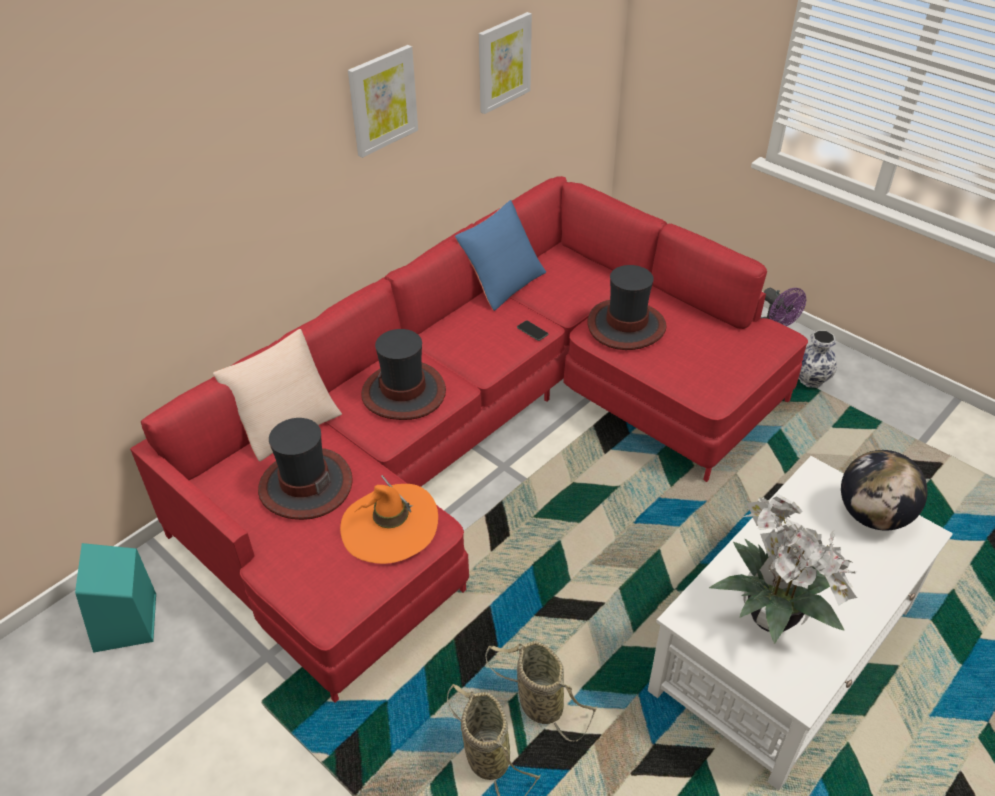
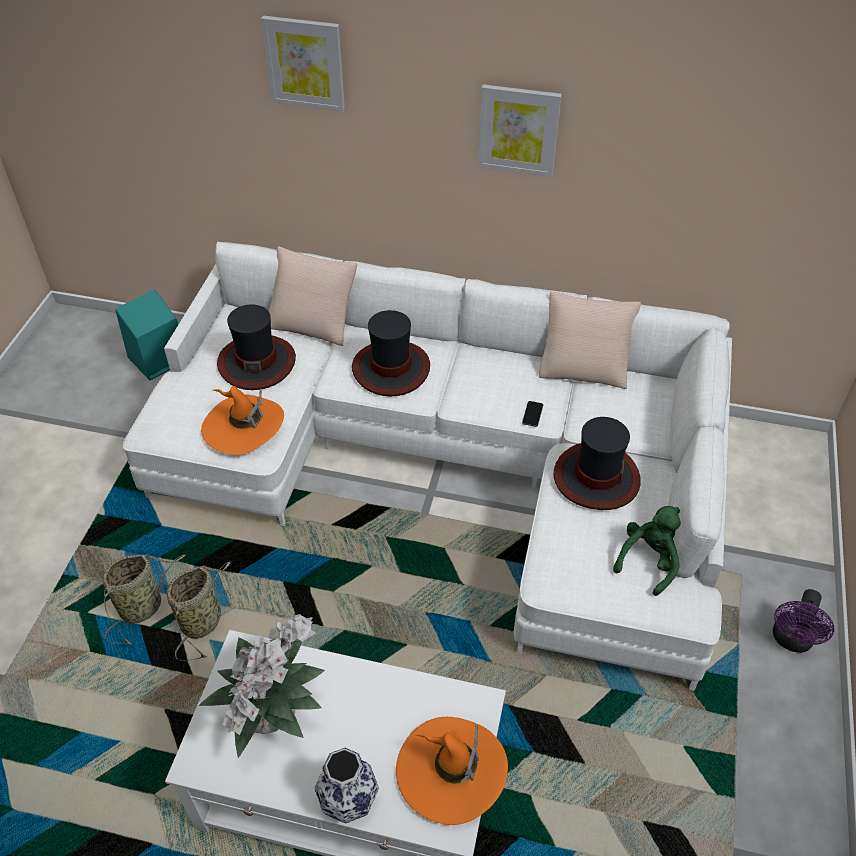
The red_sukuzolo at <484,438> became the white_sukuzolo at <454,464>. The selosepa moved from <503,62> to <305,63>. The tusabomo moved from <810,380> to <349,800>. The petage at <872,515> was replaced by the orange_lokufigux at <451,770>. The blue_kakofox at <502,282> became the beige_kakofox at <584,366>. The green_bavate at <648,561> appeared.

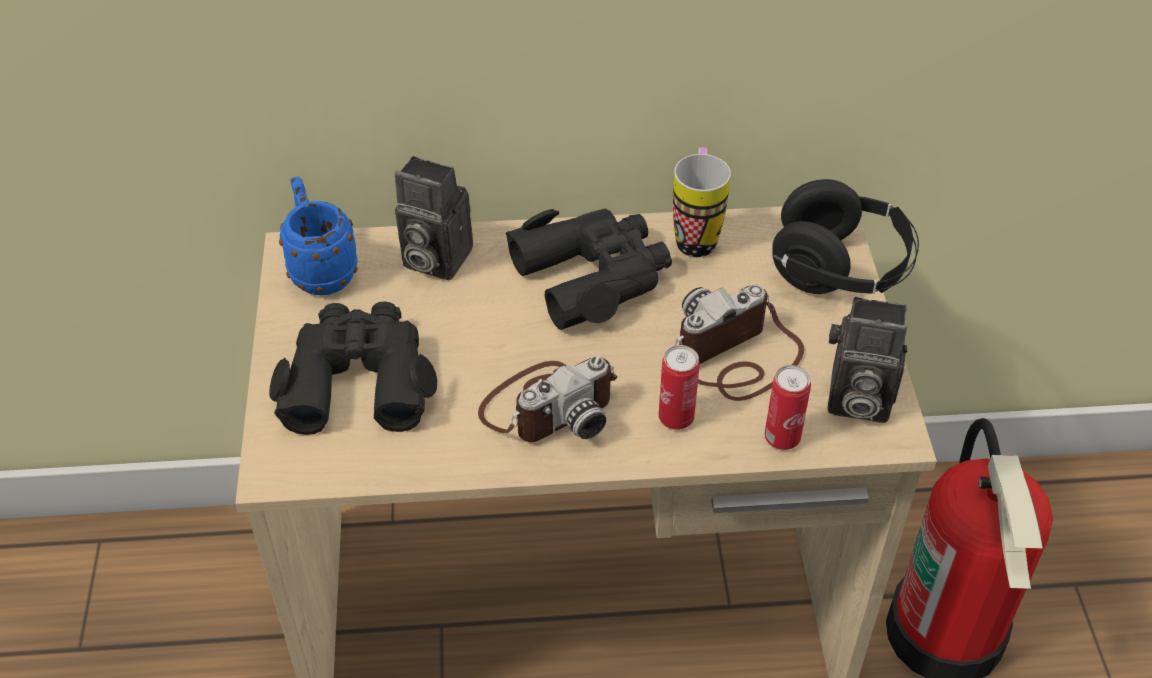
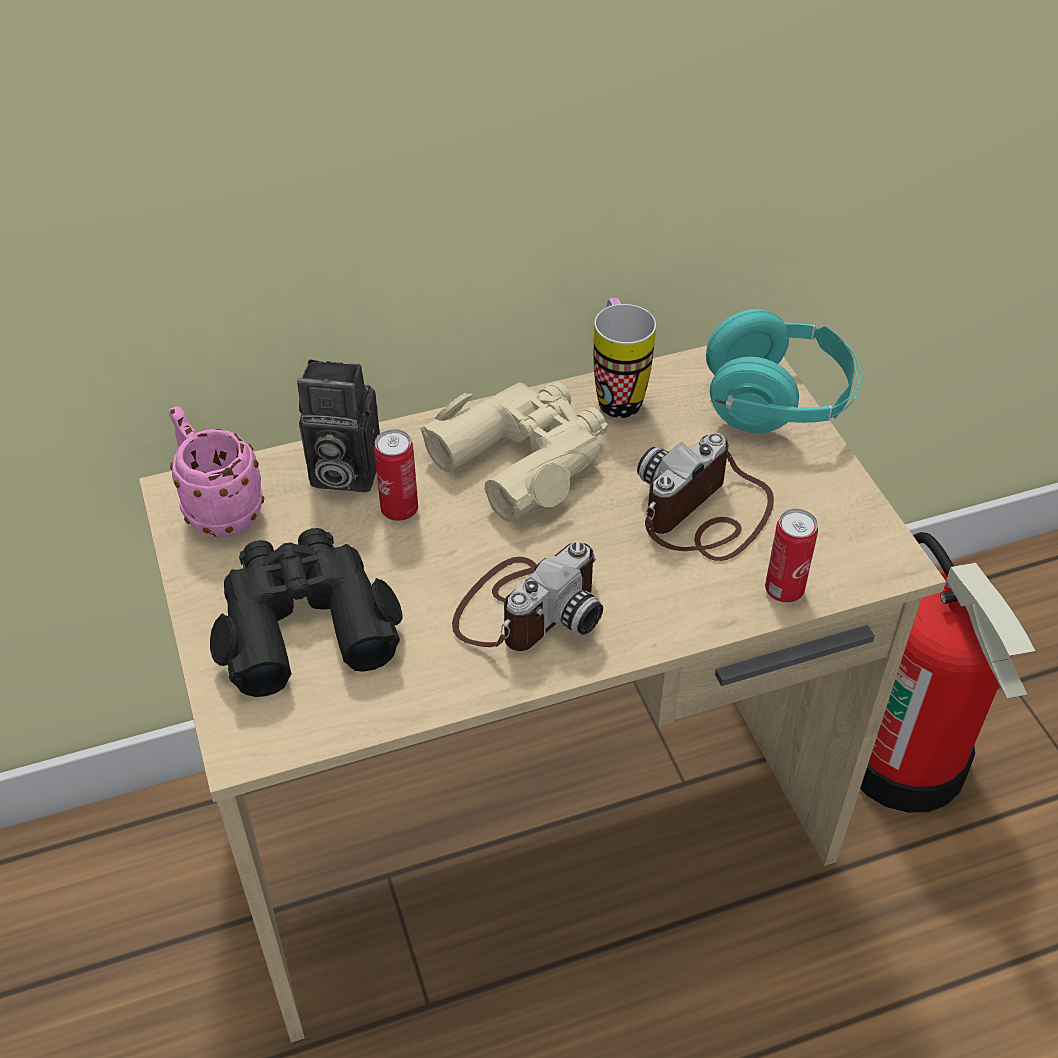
The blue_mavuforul at <320,269> became the pink_mavuforul at <218,507>. The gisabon moved from <676,418> to <399,510>. The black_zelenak at <593,276> became the beige_zelenak at <523,458>. The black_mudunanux at <840,270> became the turquoise_mudunanux at <777,403>. The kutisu at <854,400> disappeared.

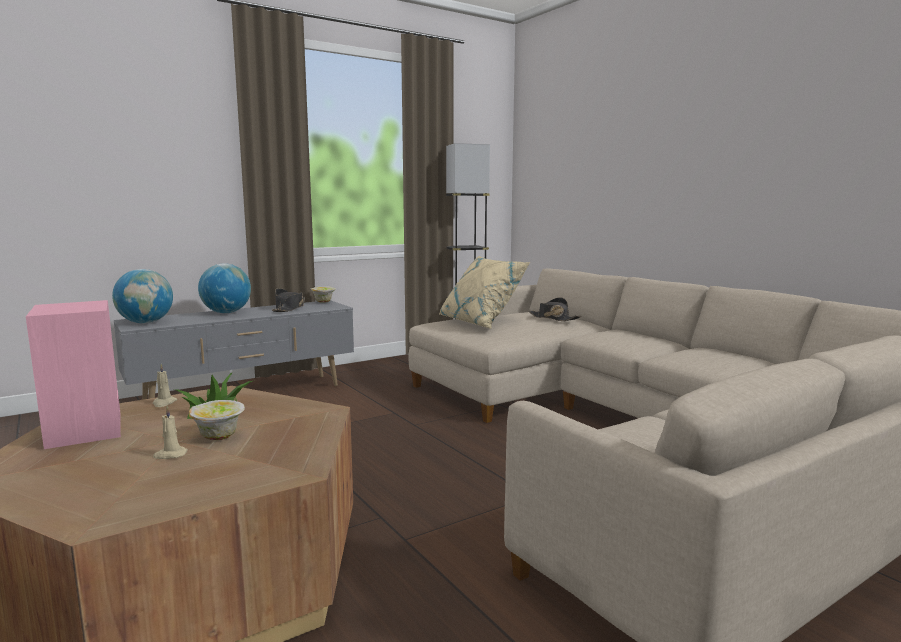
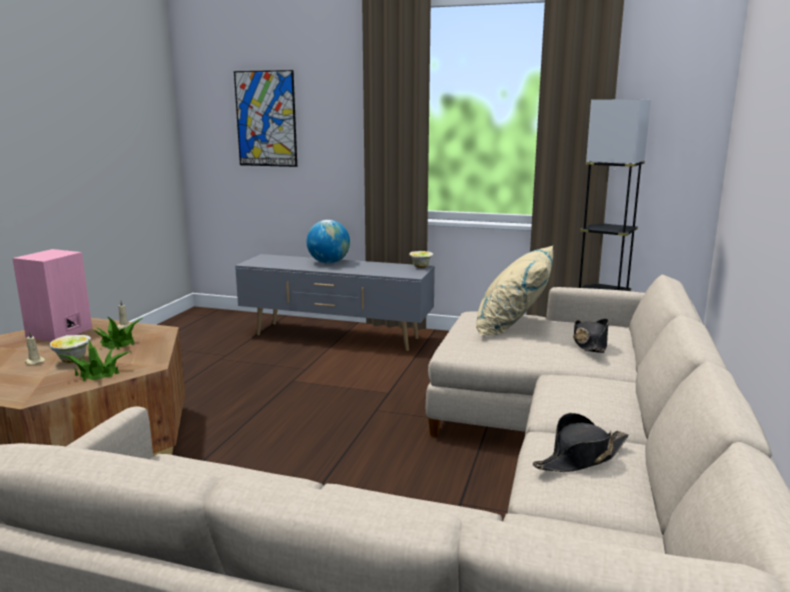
The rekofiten at <97,373> appeared. The selosepa at <266,119> appeared. The black_lokufigux moved from <289,308> to <581,458>. The petage at <146,323> disappeared.

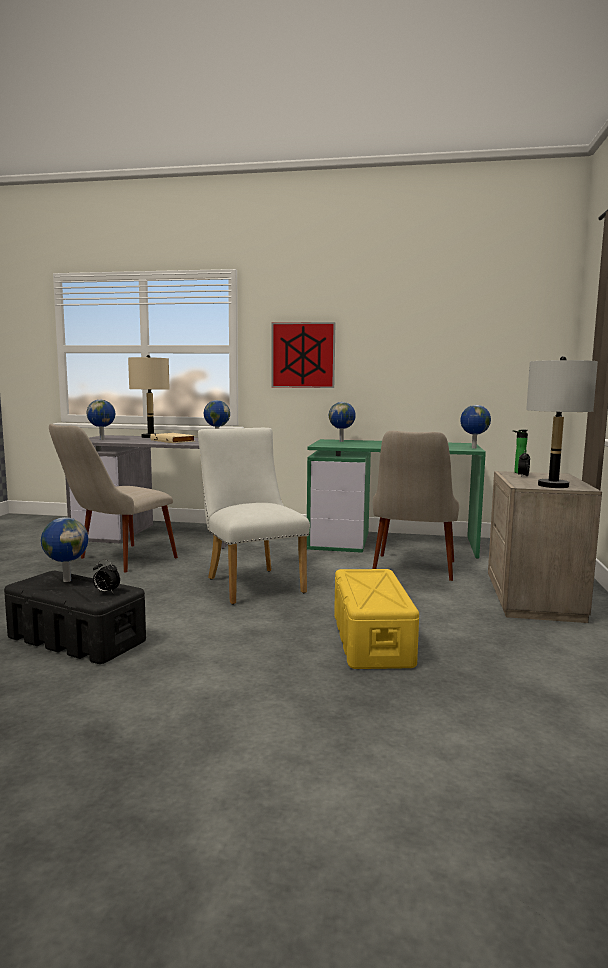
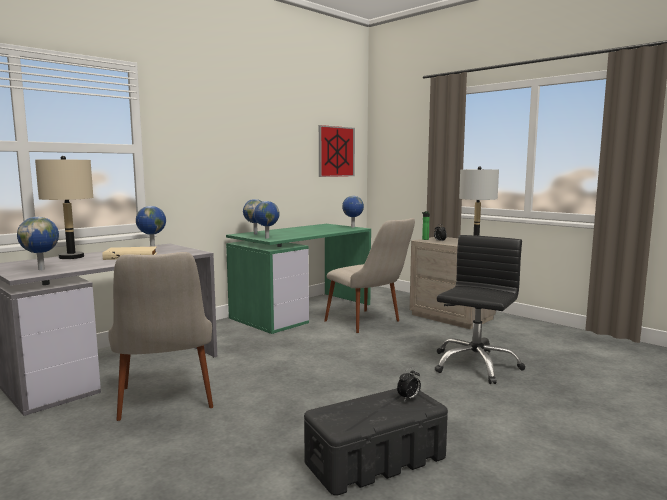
The petage moved from <66,580> to <266,238>. The selosepa moved from <303,355> to <336,151>. The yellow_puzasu at <371,640> was replaced by the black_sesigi at <475,365>. The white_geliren at <251,583> disappeared.

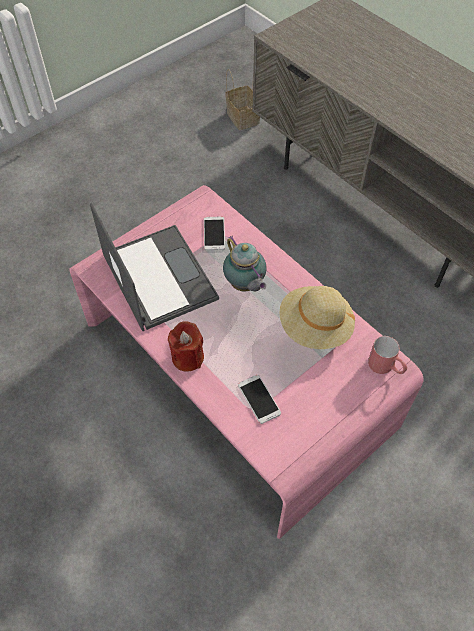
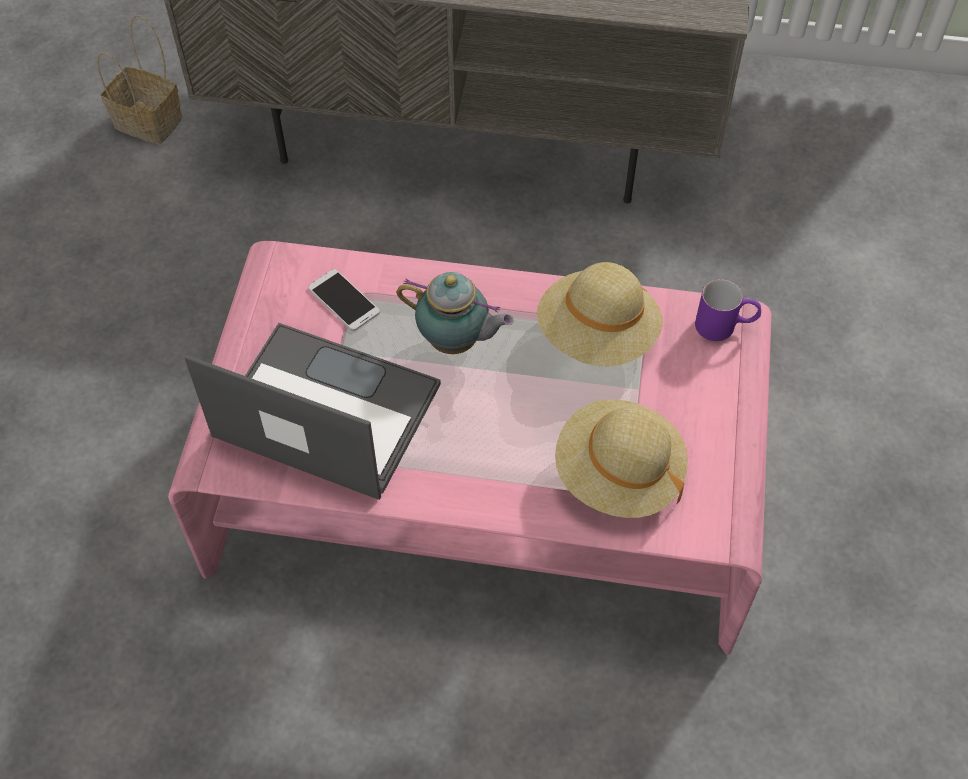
The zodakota at <259,399> was replaced by the beige_lokufigux at <618,474>. The red_mavuforul at <386,367> became the purple_mavuforul at <725,326>. The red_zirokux at <187,357> disappeared.

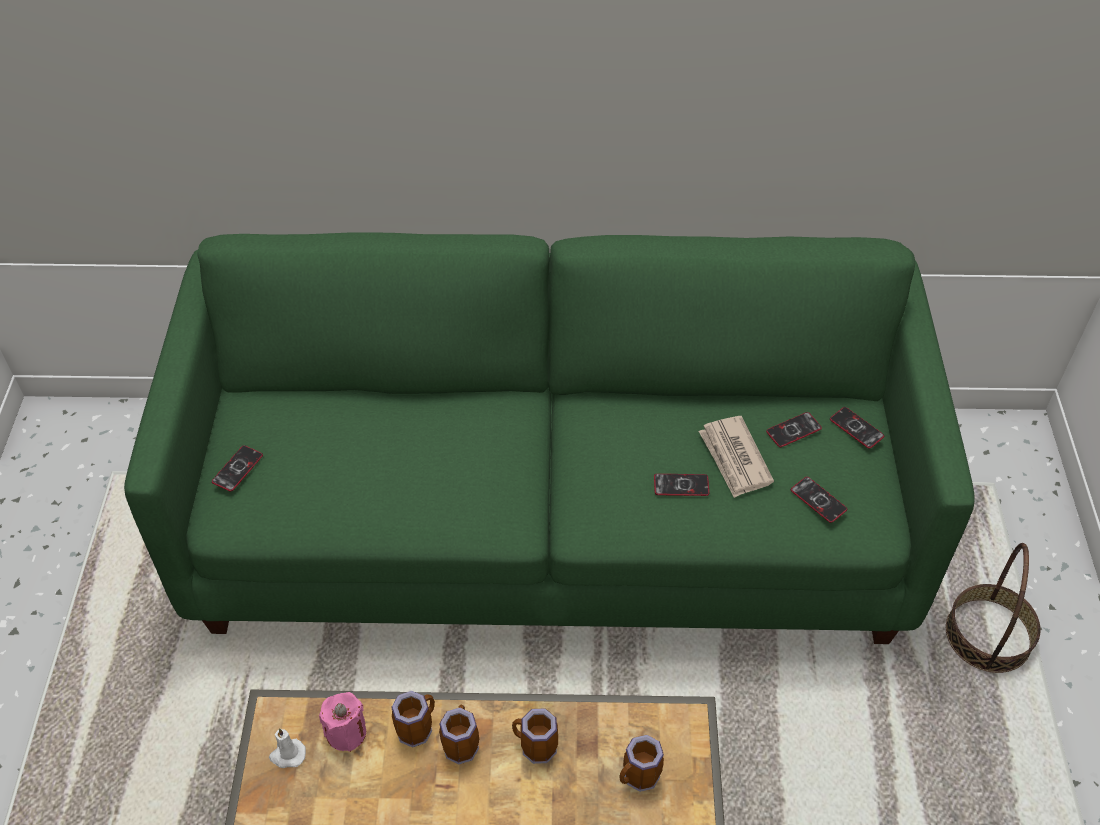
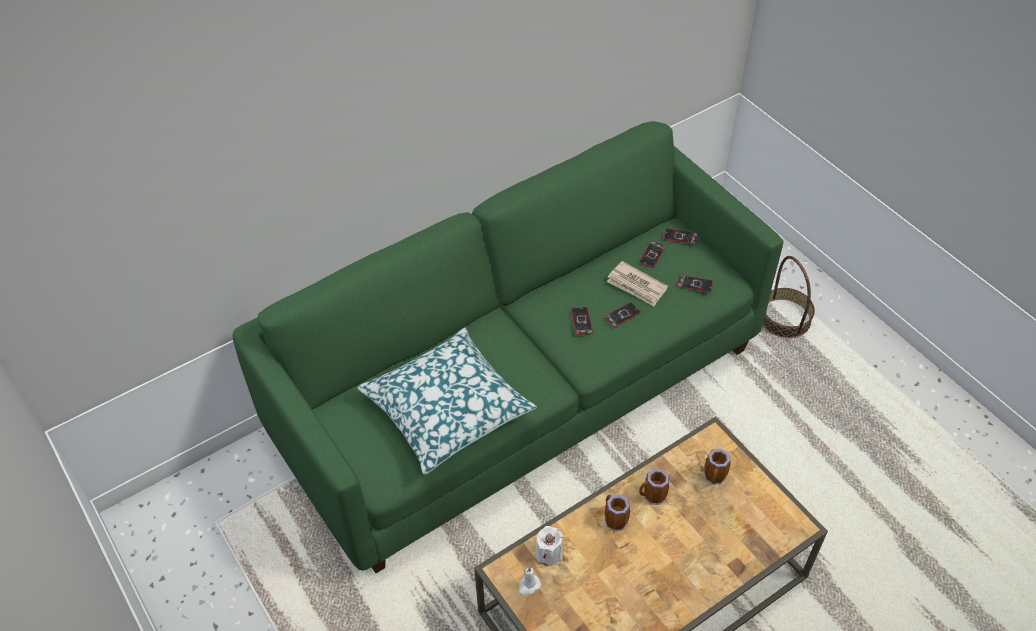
The kakofox at <447,409> appeared. The pink_zirokux at <346,732> became the white_zirokux at <549,554>. The zodakota moved from <237,469> to <581,321>. The mavuforul at <416,728> disappeared.

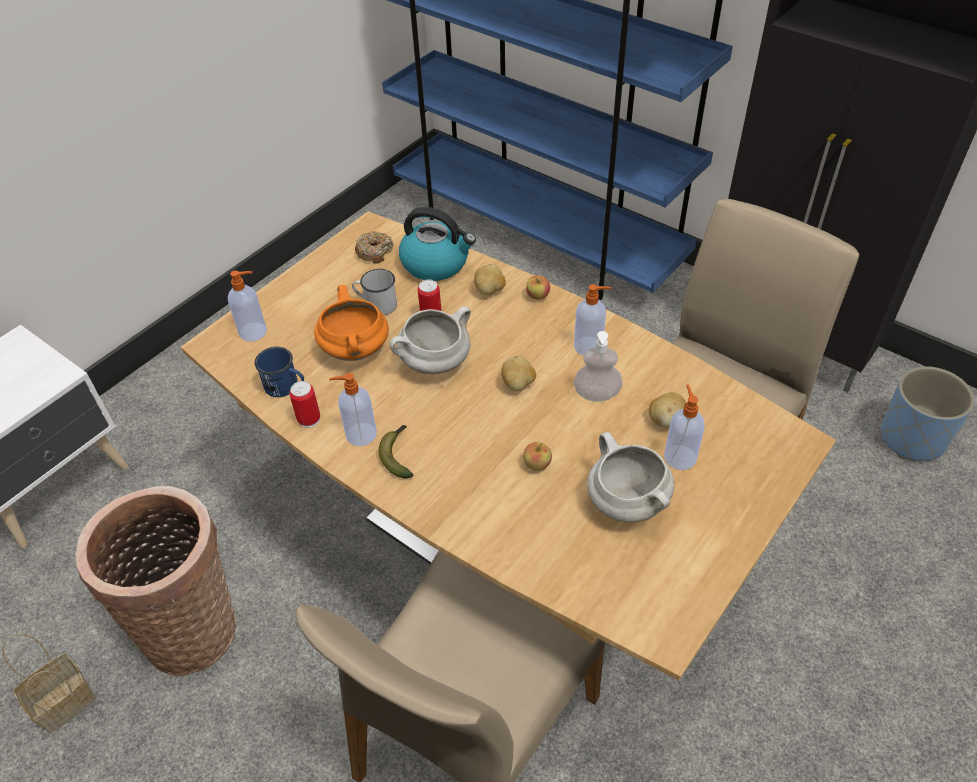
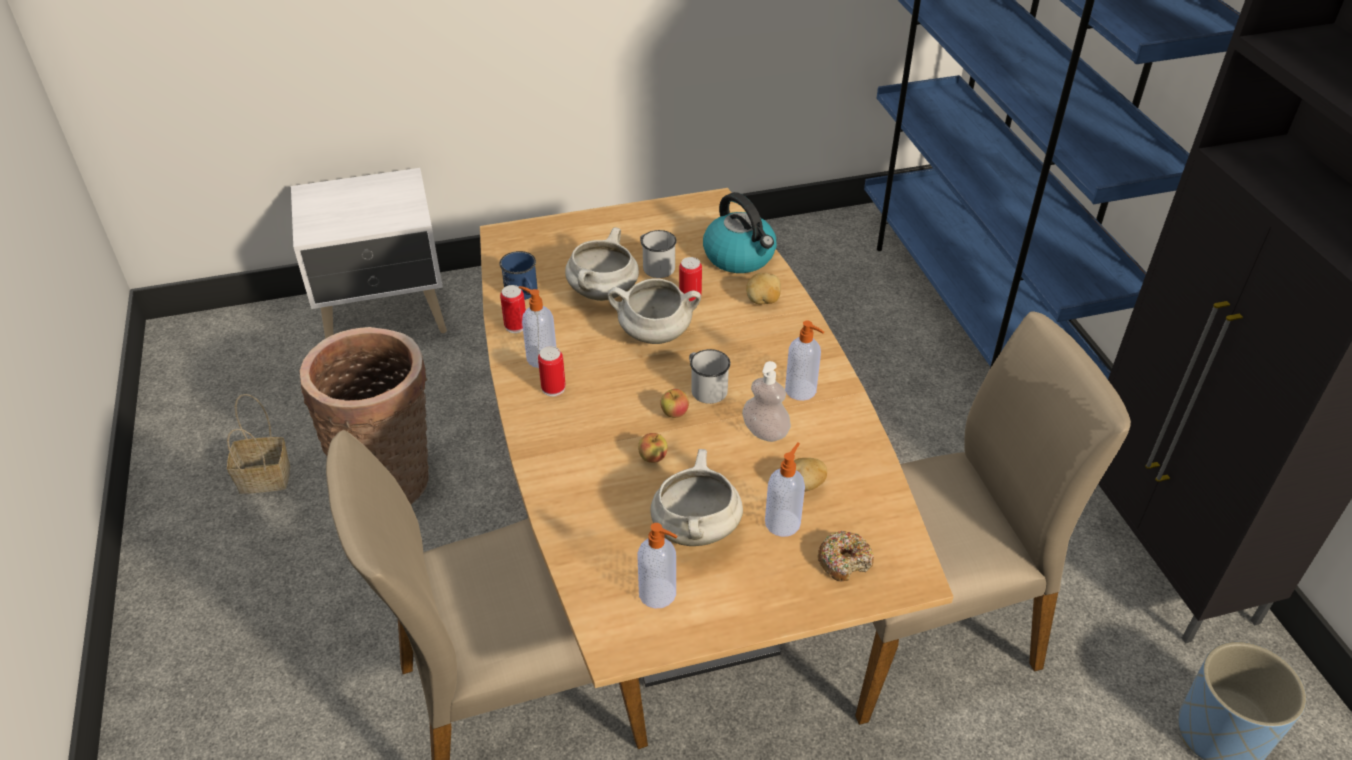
The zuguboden at <398,455> was replaced by the gisabon at <553,388>. The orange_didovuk at <356,350> became the white_didovuk at <603,293>. The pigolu moved from <254,332> to <658,594>. The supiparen moved from <538,296> to <674,413>. The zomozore at <518,384> was replaced by the white_mavuforul at <705,388>. The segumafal moved from <374,252> to <844,561>.

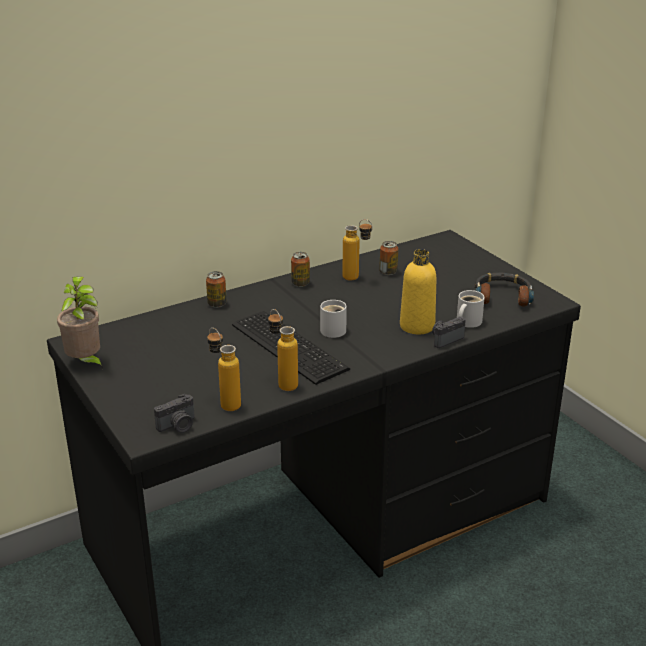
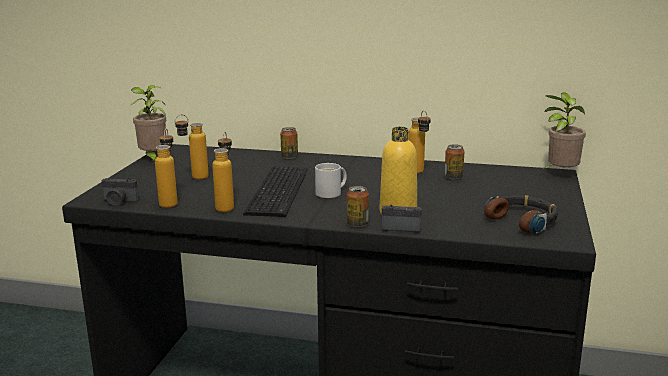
The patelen at <194,178> appeared. The gisabon moved from <300,283> to <357,224>. The rekofiten at <560,174> appeared. The white_mavuforul at <467,322> disappeared.

